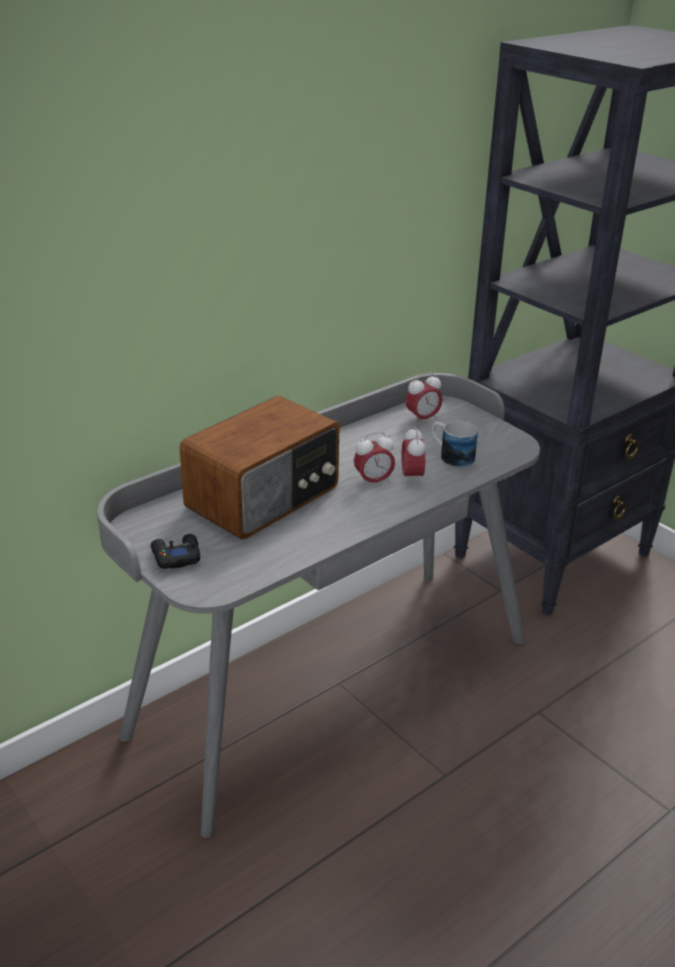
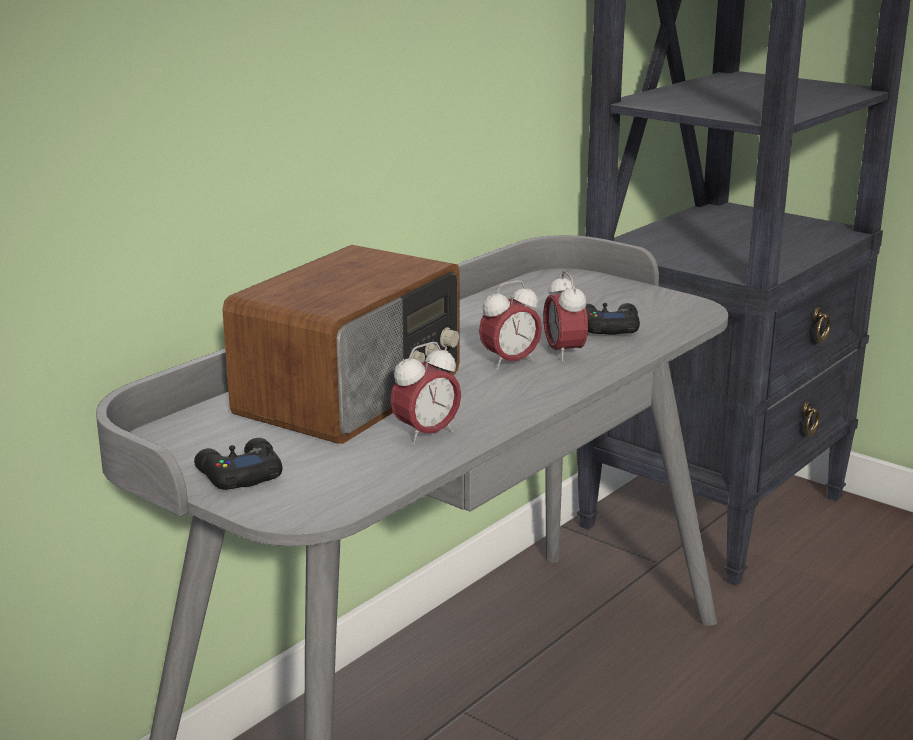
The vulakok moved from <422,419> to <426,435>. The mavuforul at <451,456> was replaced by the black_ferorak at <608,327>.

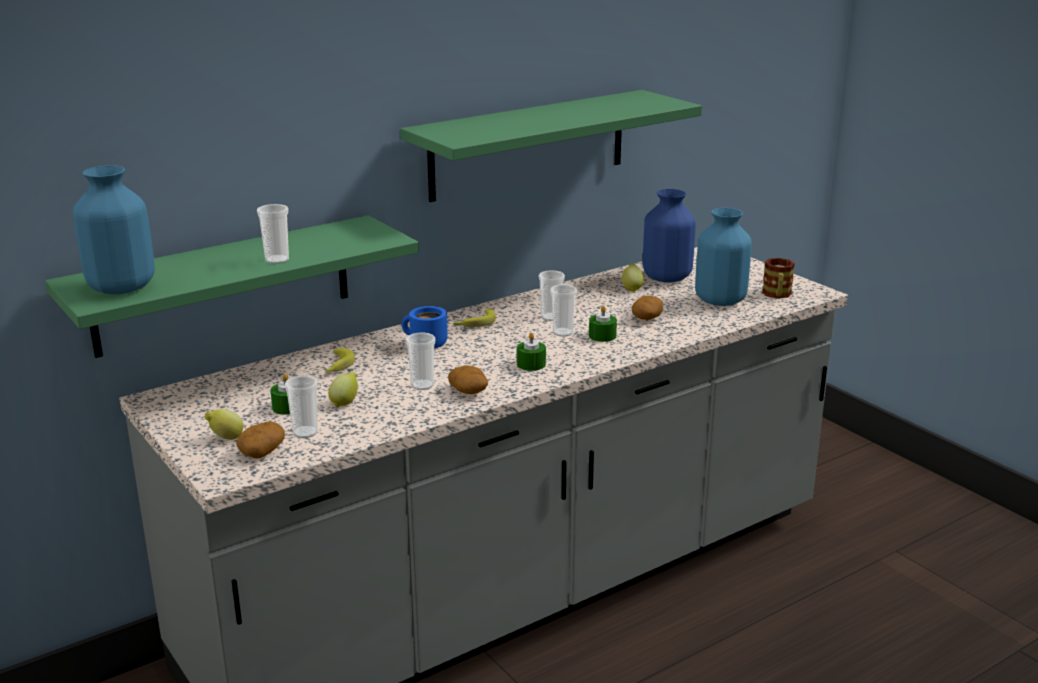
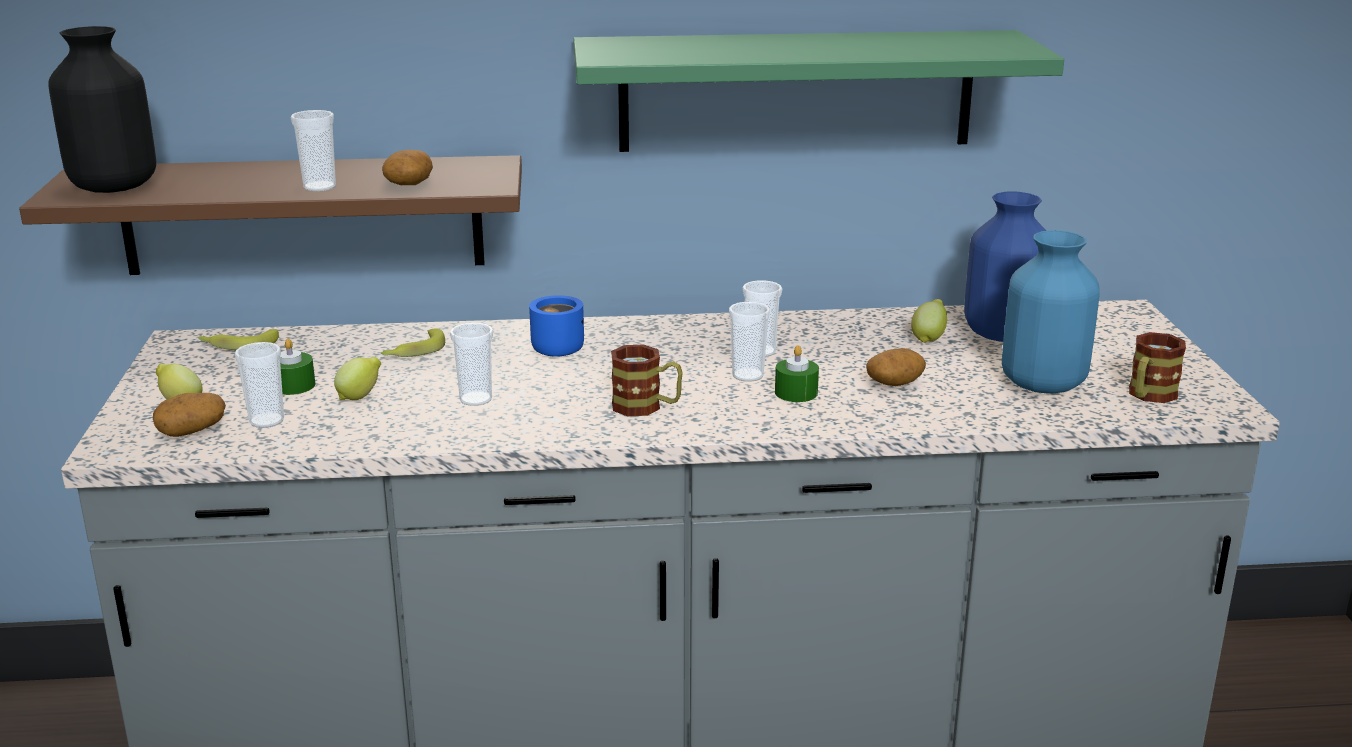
The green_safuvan at <223,285> became the brown_safuvan at <303,215>. The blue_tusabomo at <121,287> became the black_tusabomo at <114,186>. The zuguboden moved from <474,324> to <238,345>. The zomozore moved from <469,391> to <408,185>. The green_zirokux at <531,364> was replaced by the mavuforul at <646,407>.

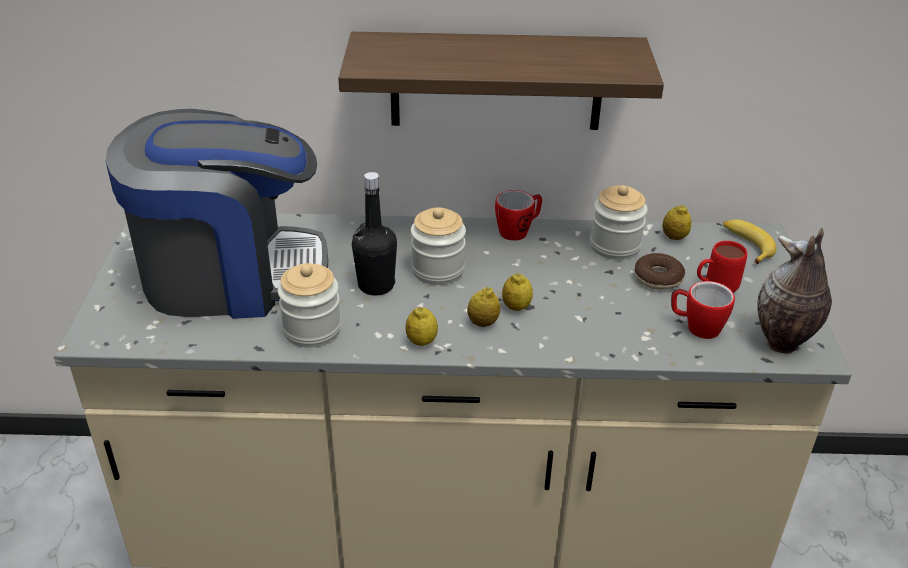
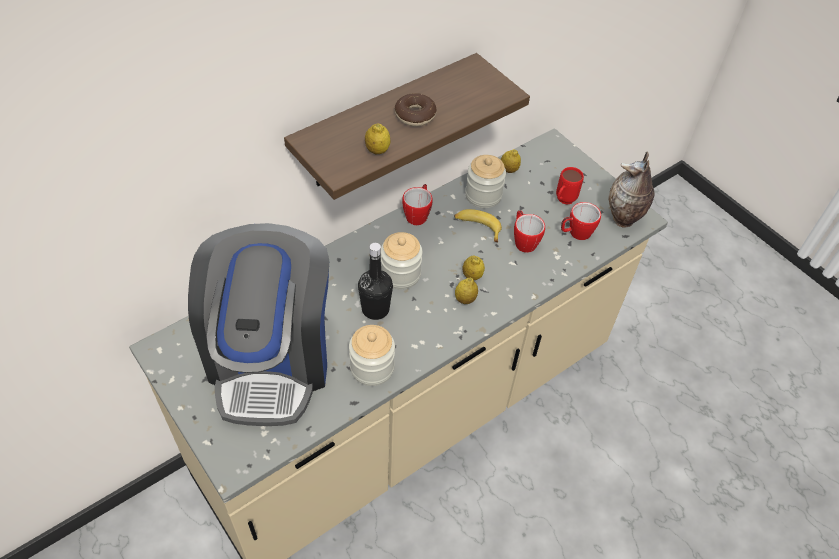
The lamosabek at <231,274> turned 135 degrees clockwise. The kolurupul moved from <421,341> to <377,150>. The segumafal moved from <658,278> to <415,115>. The zuguboden moved from <746,245> to <477,227>. The mavuforul at <523,241> appeared.

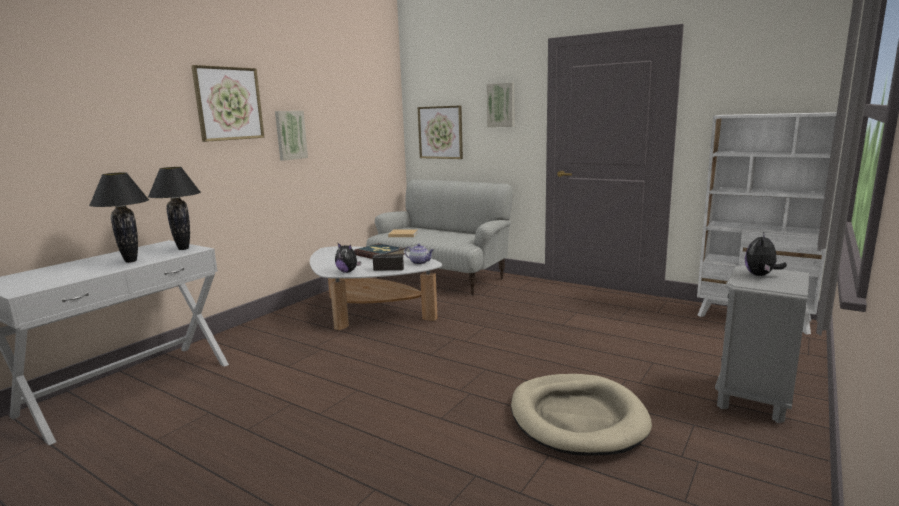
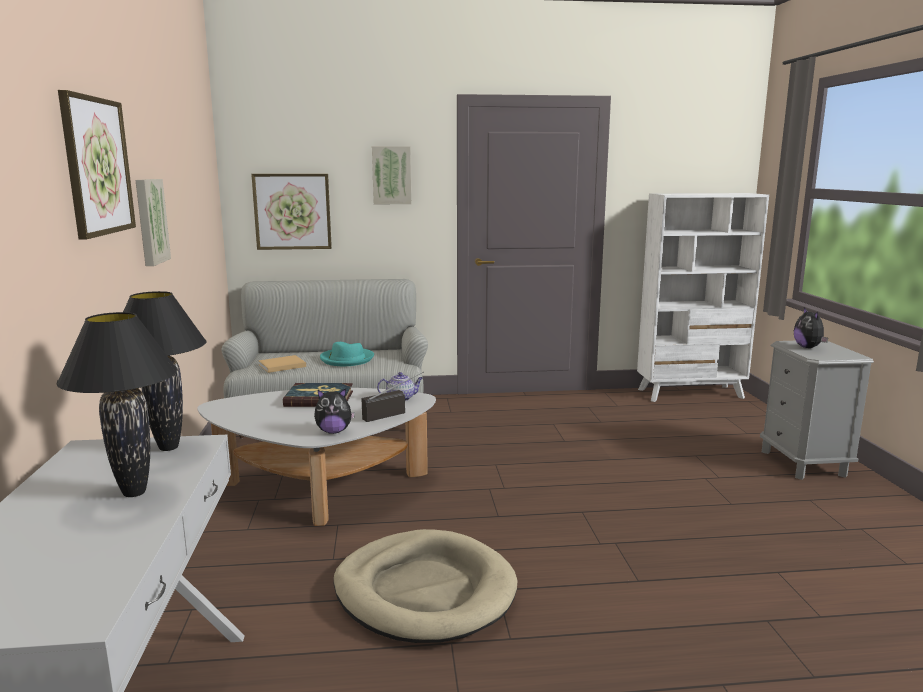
The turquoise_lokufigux at <347,359> appeared. The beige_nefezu moved from <577,418> to <425,591>.

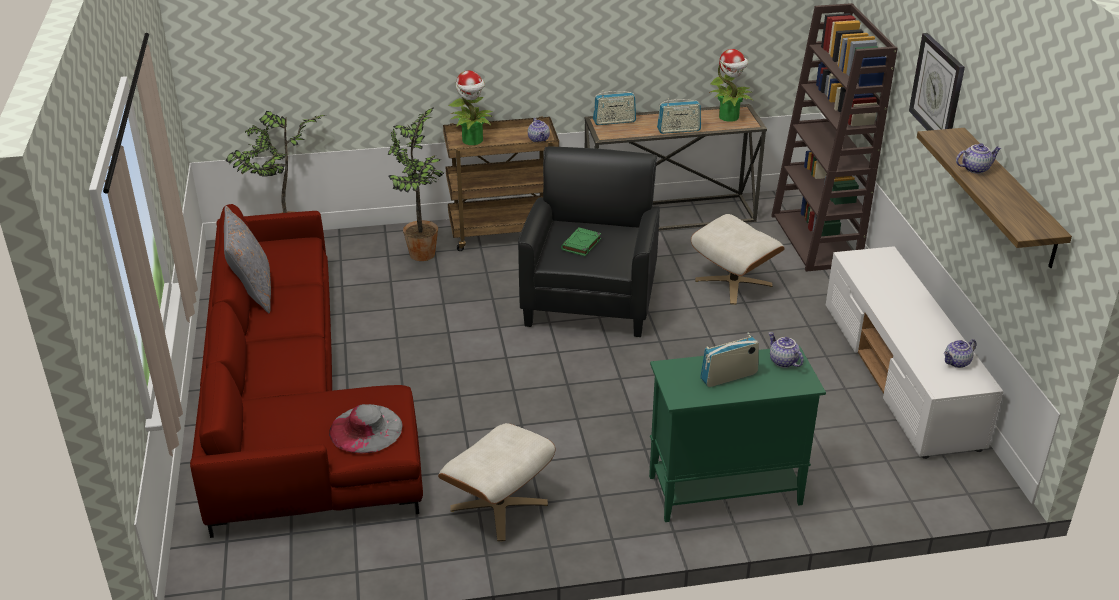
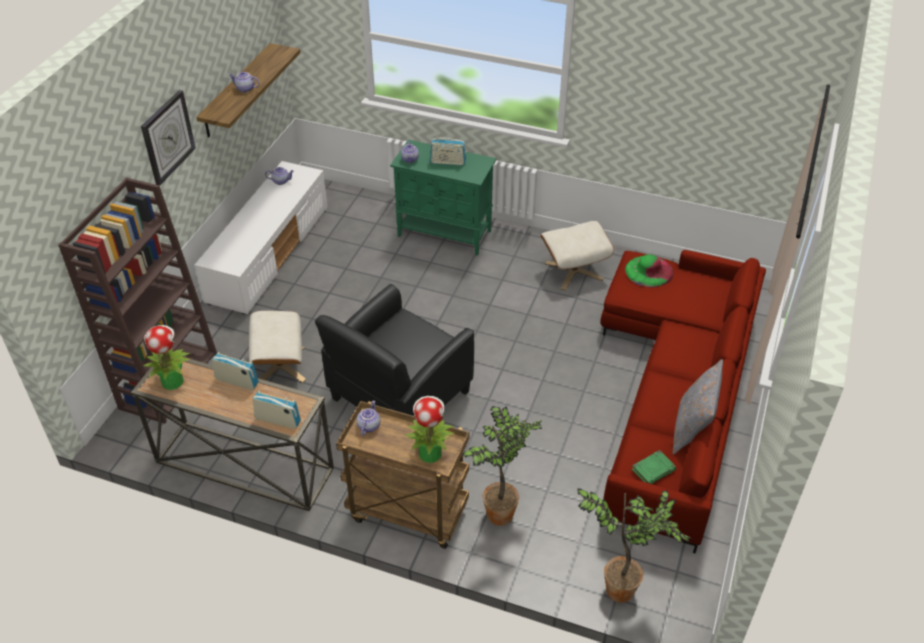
The grey_lokufigux at <366,429> became the green_lokufigux at <649,271>. The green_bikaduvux moved from <581,244> to <653,469>.

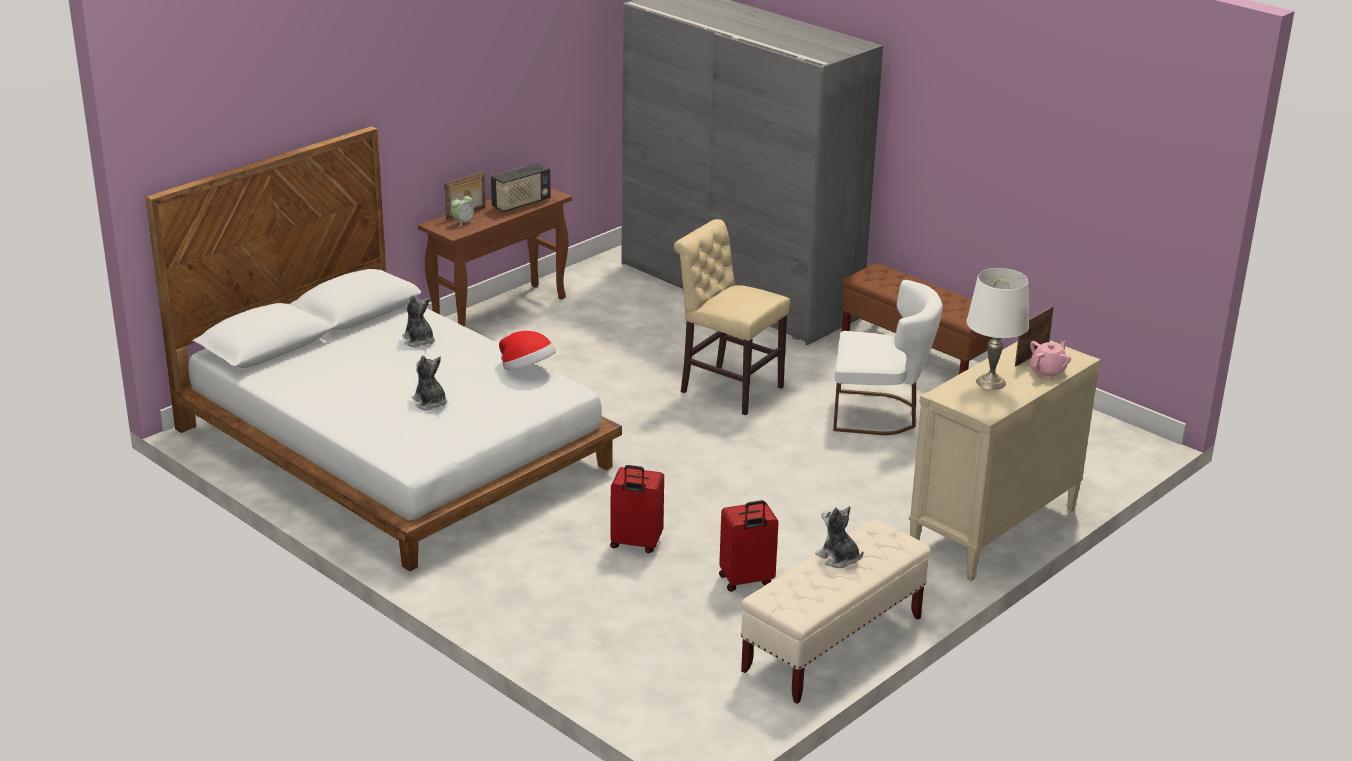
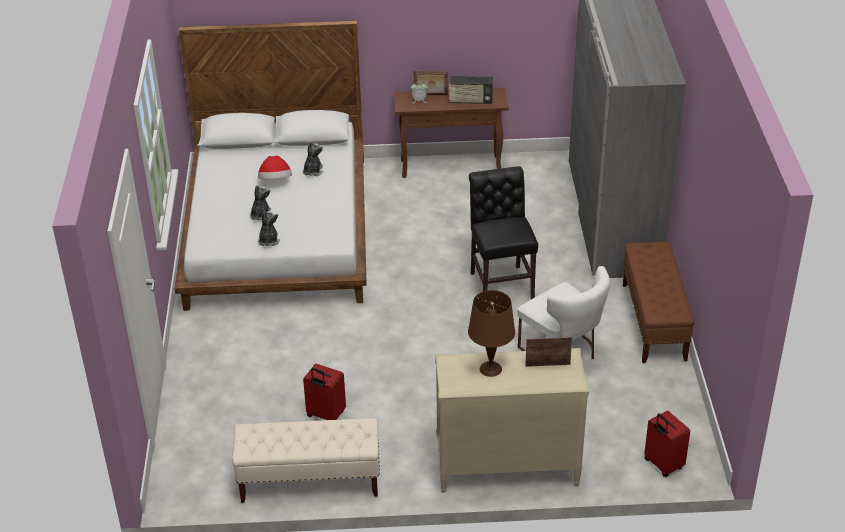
The lokufigux moved from <527,370> to <275,181>. The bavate moved from <838,558> to <268,240>. The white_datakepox at <990,382> became the brown_datakepox at <490,368>. The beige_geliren at <727,388> became the black_geliren at <500,284>. The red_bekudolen moved from <635,544> to <662,465>. The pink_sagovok at <1047,372> disappeared.

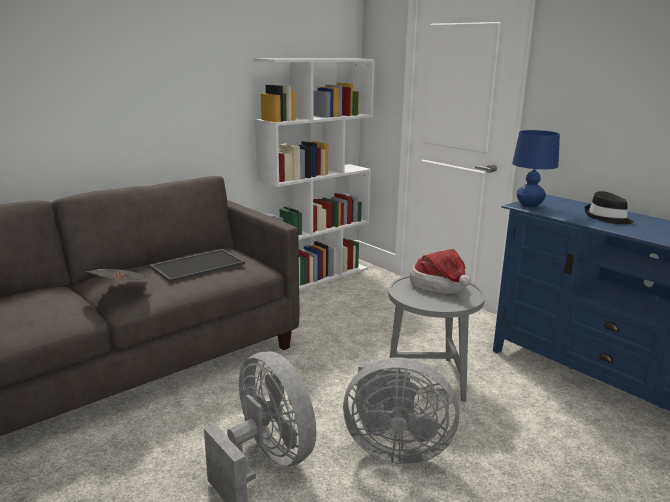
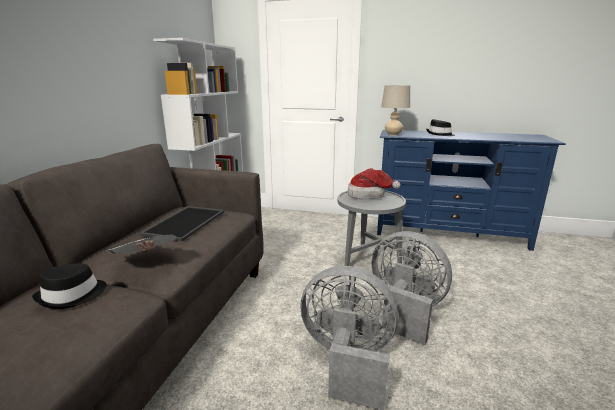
The black_lokufigux at <72,295> appeared. The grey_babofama at <394,448> turned 120 degrees counterclockwise. The blue_datakepox at <529,205> became the beige_datakepox at <393,134>.

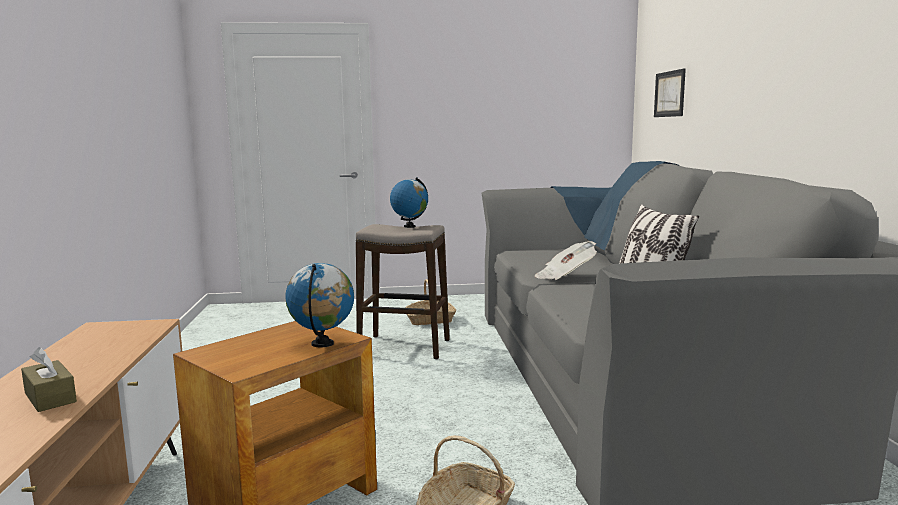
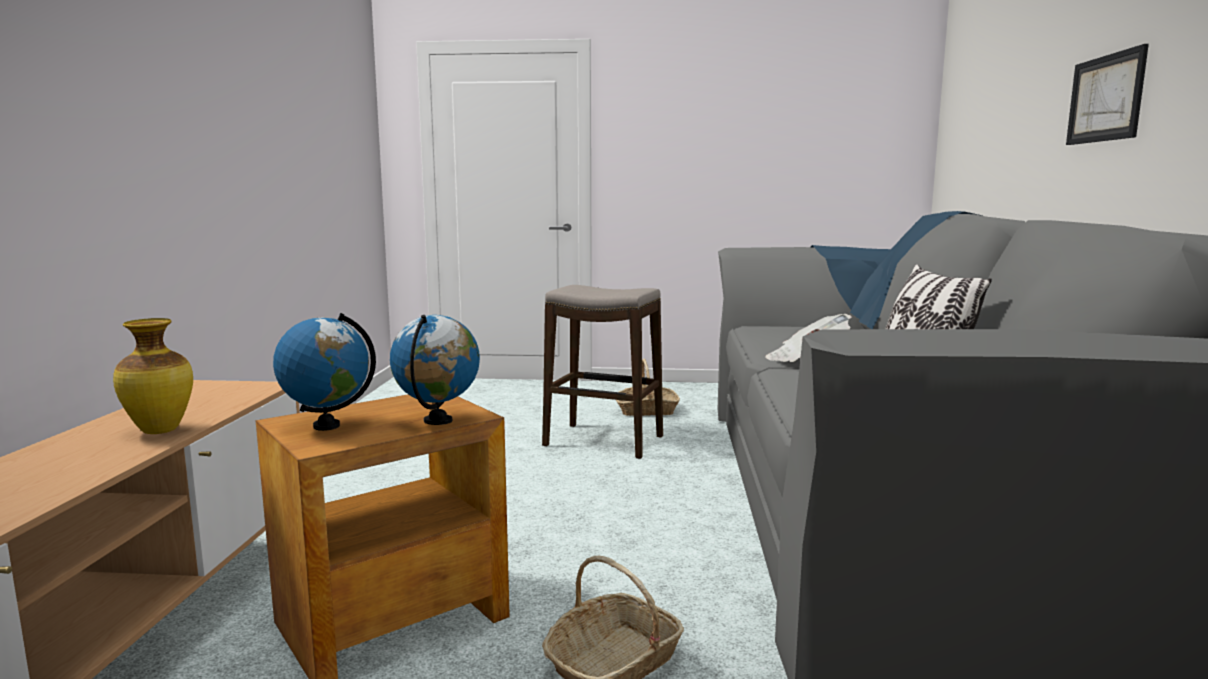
The tusabomo at <160,431> appeared. The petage moved from <409,226> to <326,426>. The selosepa moved from <669,94> to <1106,98>. The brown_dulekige at <50,397> disappeared.

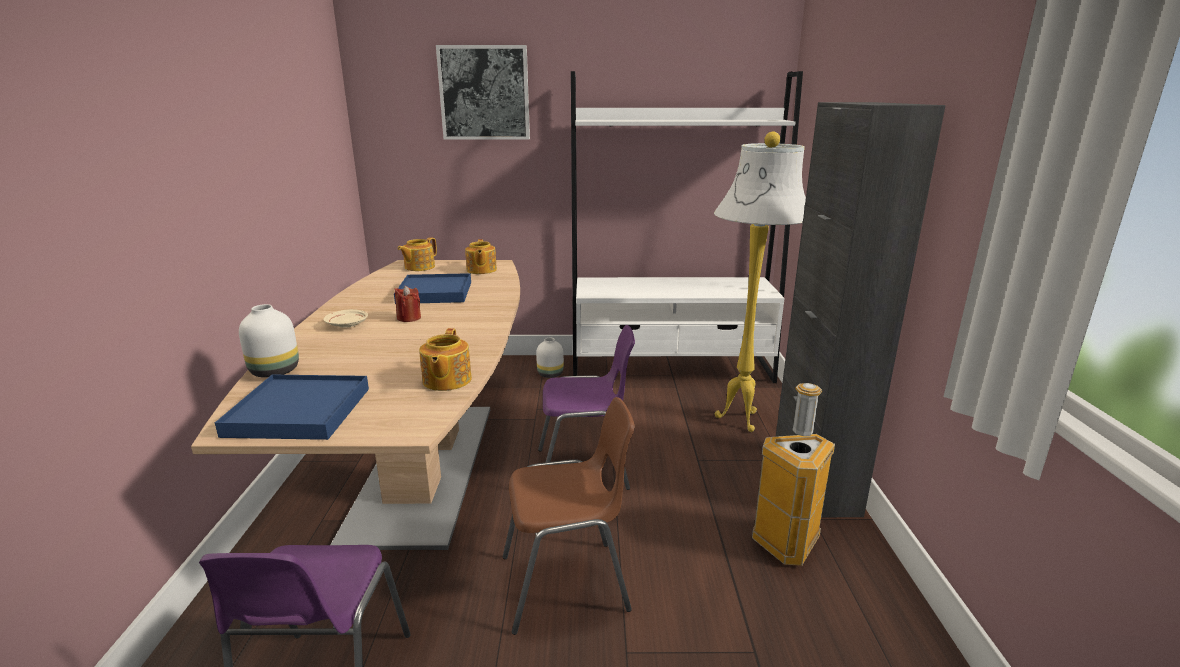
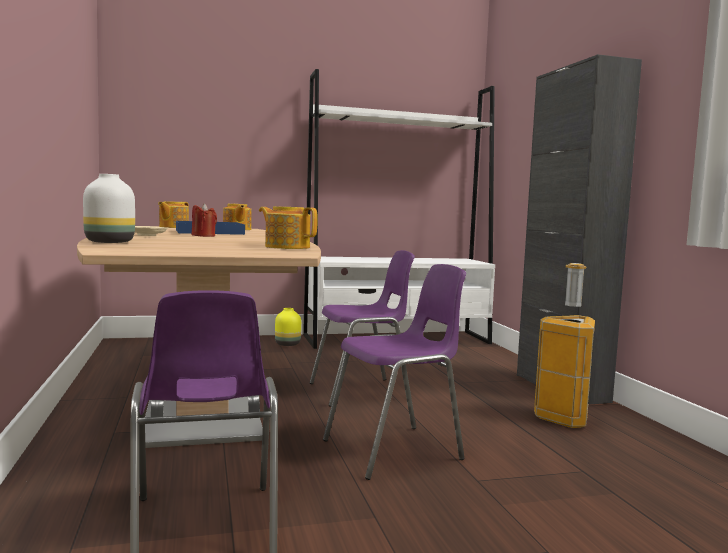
The sagovok at <446,381> turned 135 degrees clockwise. The white_tusabomo at <550,374> became the yellow_tusabomo at <288,344>. The brown_geliren at <568,584> became the purple_geliren at <396,450>. The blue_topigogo at <298,412> disappeared. The selosepa at <484,93> disappeared. The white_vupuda at <742,421> disappeared.

